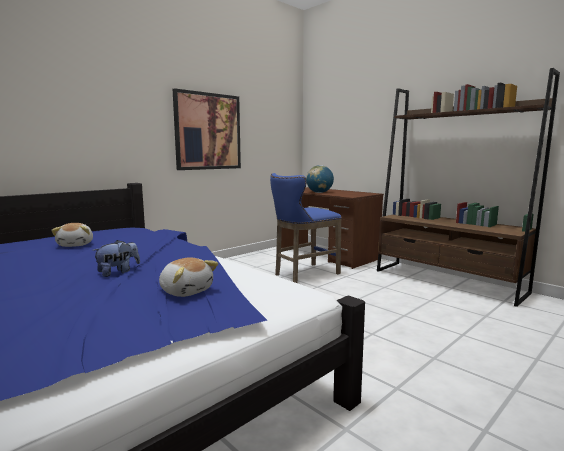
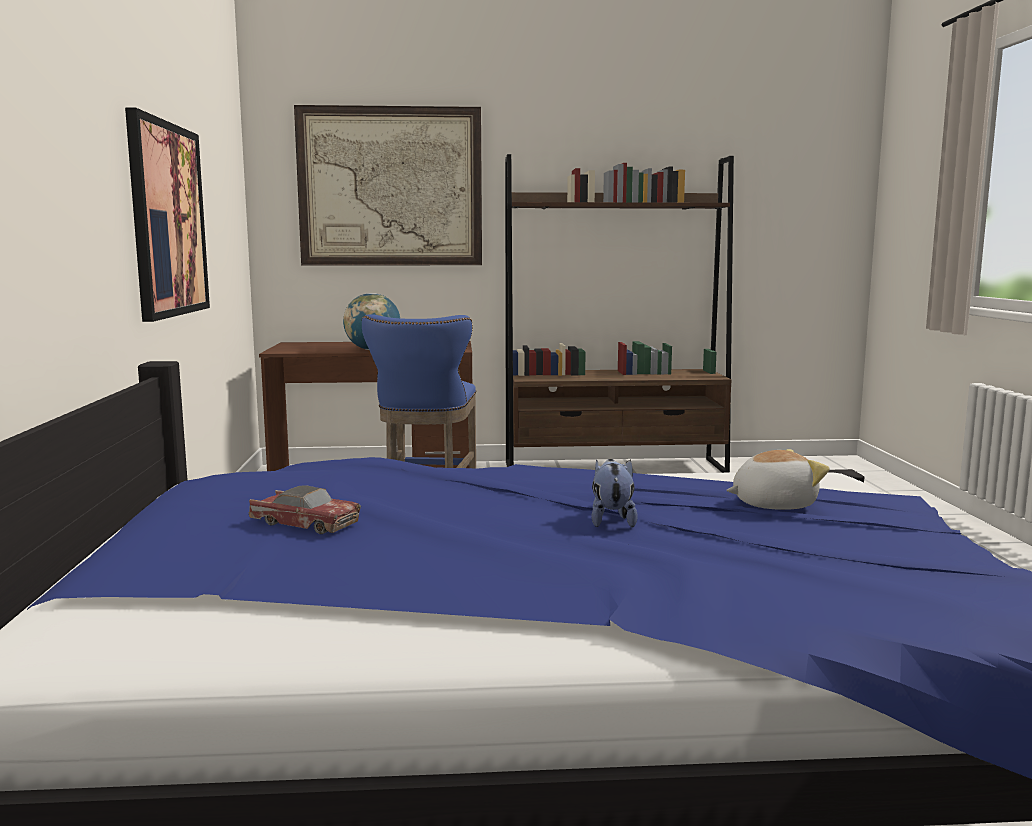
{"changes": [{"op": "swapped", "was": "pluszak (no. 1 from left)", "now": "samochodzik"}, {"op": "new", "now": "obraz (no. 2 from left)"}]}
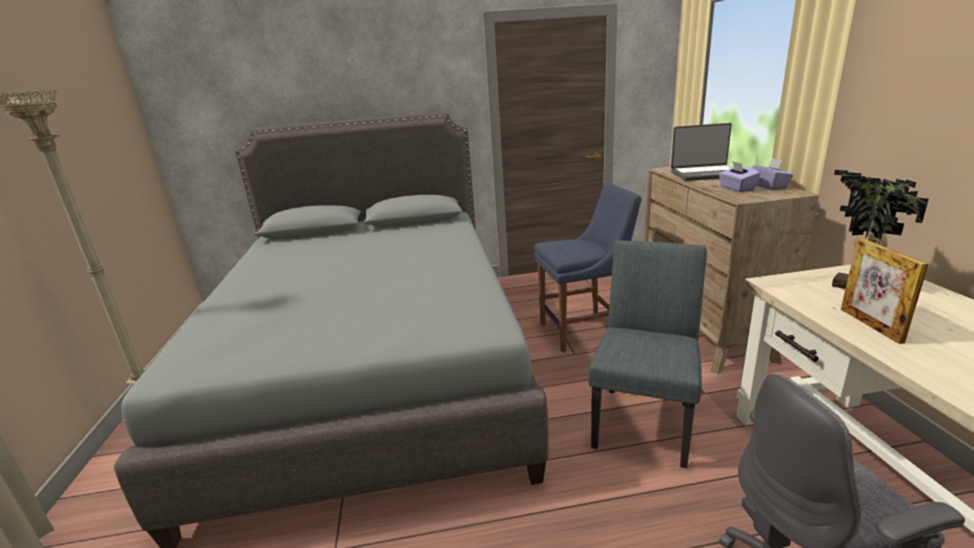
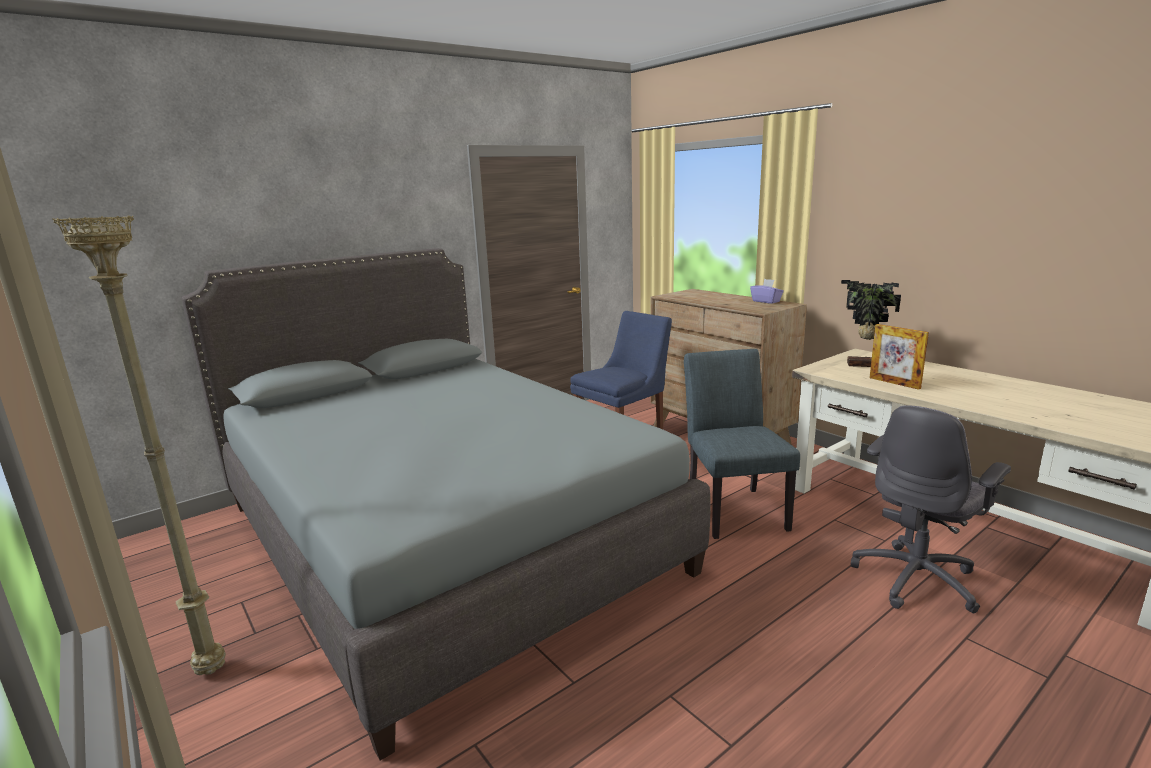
{"changes": [{"op": "gone", "was": "laptop"}, {"op": "gone", "was": "pudełko chusteczek (fioletowy) (no. 1 from left)"}]}
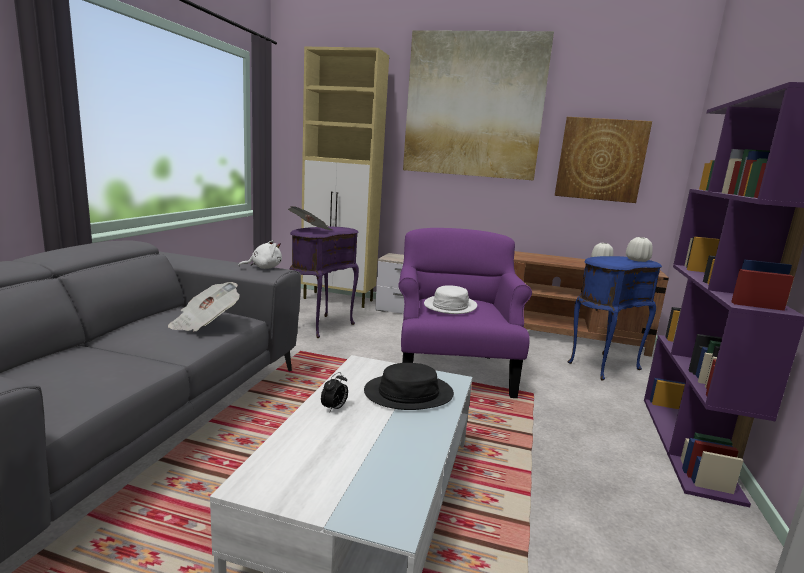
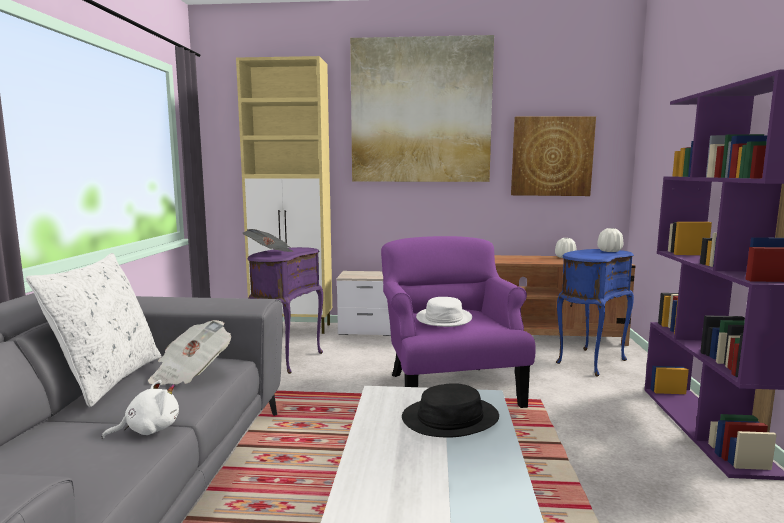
{"changes": [{"op": "shifted", "was": "pluszak (biały)"}, {"op": "gone", "was": "budzik"}, {"op": "new", "now": "poduszka (biały)"}]}
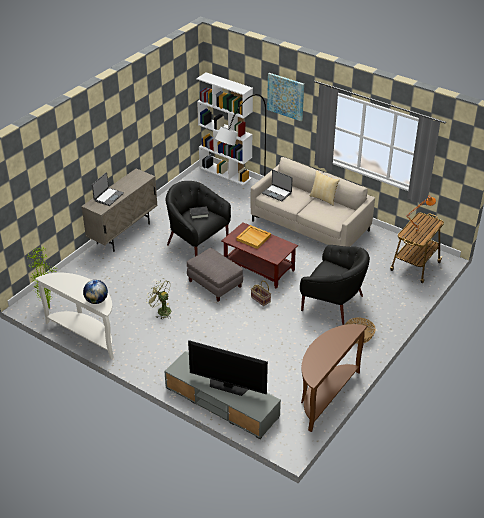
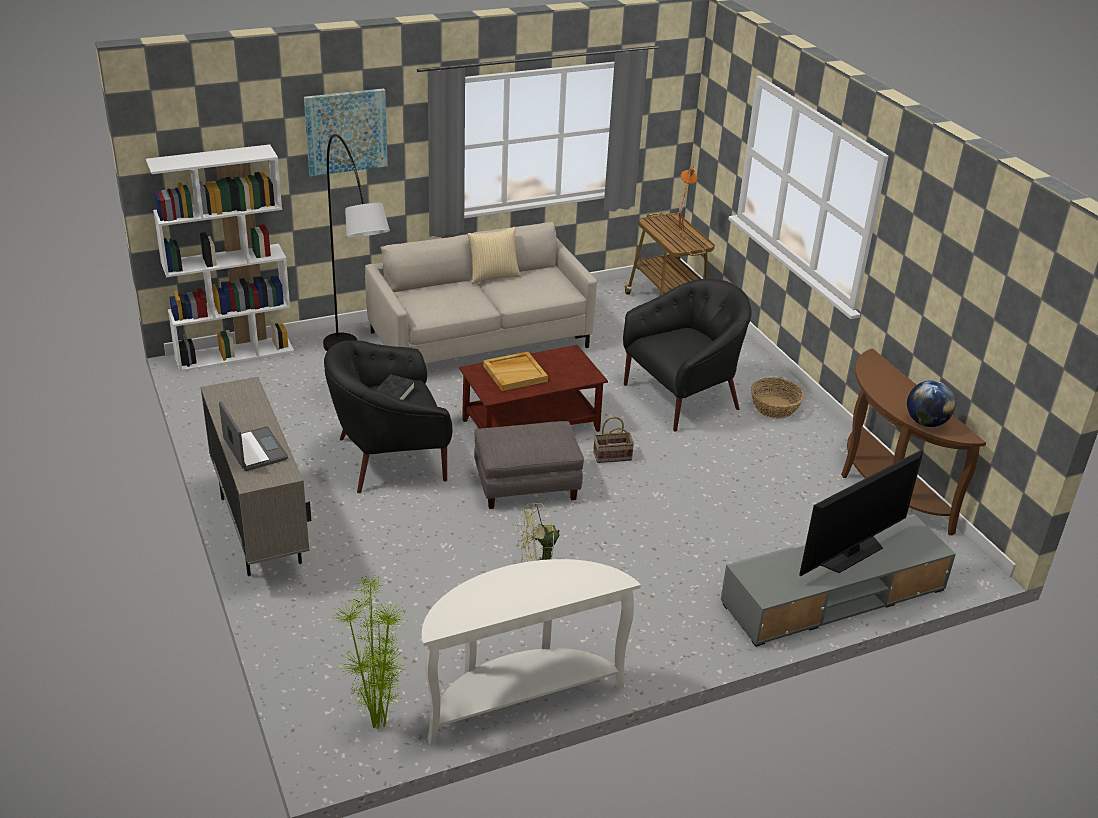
{"changes": [{"op": "gone", "was": "laptop (no. 2 from left)"}, {"op": "shifted", "was": "globus"}]}
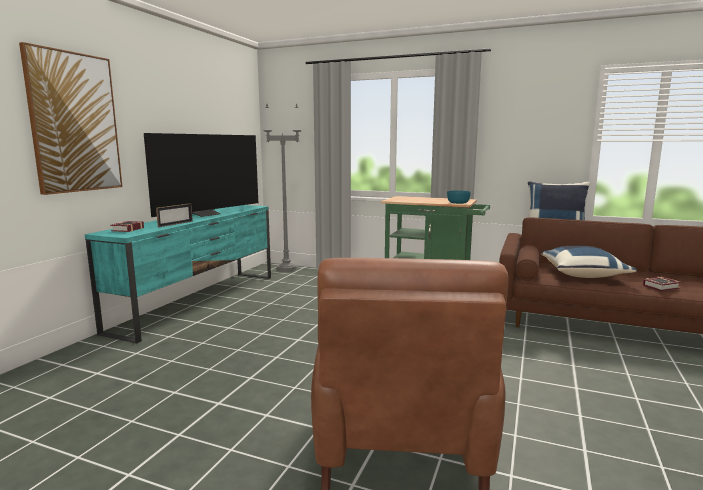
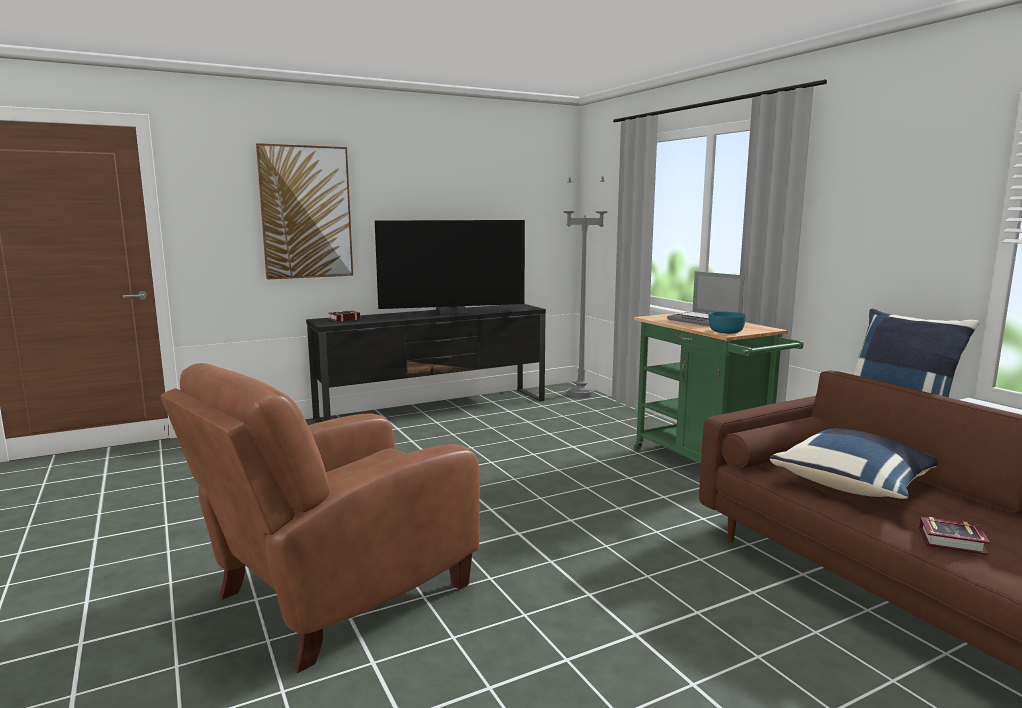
{"changes": [{"op": "gone", "was": "ramka na zdjęcie"}, {"op": "repainted", "was": "szafka pod telewizor (turkusowy)", "now": "szafka pod telewizor (czarny)"}, {"op": "new", "now": "laptop"}]}
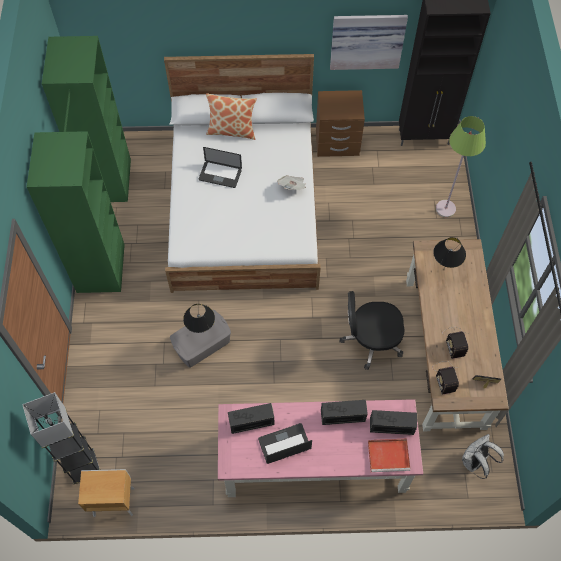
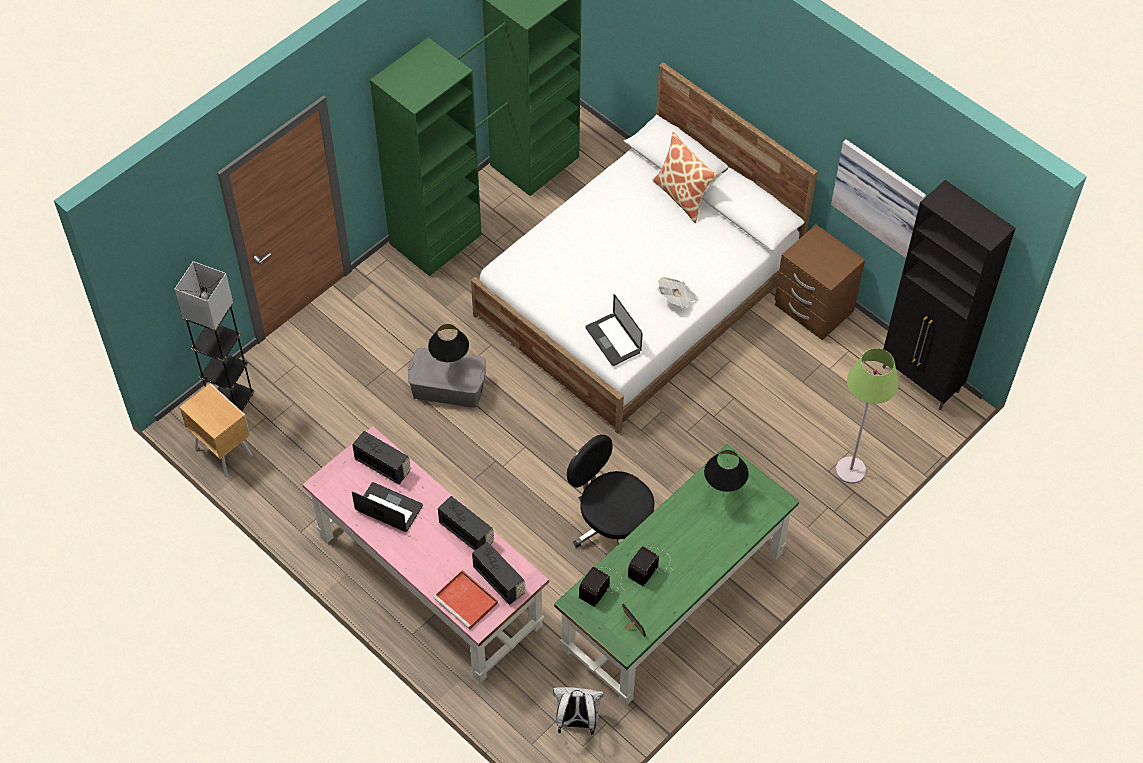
{"changes": [{"op": "shifted", "was": "laptop (no. 1 from left in the first image)", "now": "laptop (no. 2 from left)"}, {"op": "repainted", "was": "biurko (brązowy)", "now": "biurko (zielony)"}]}
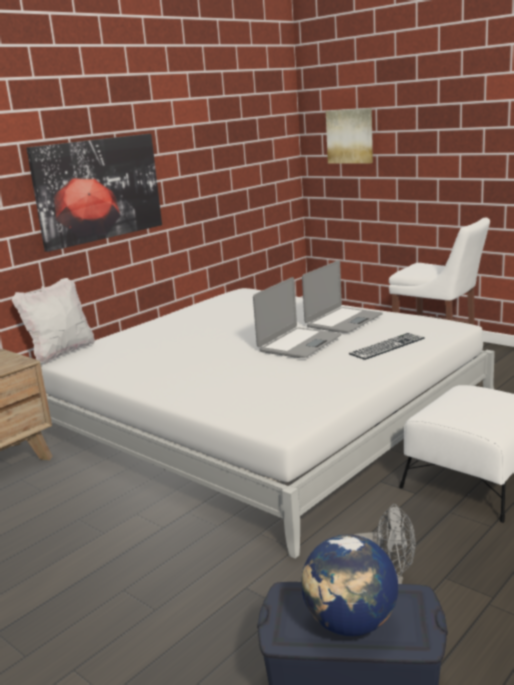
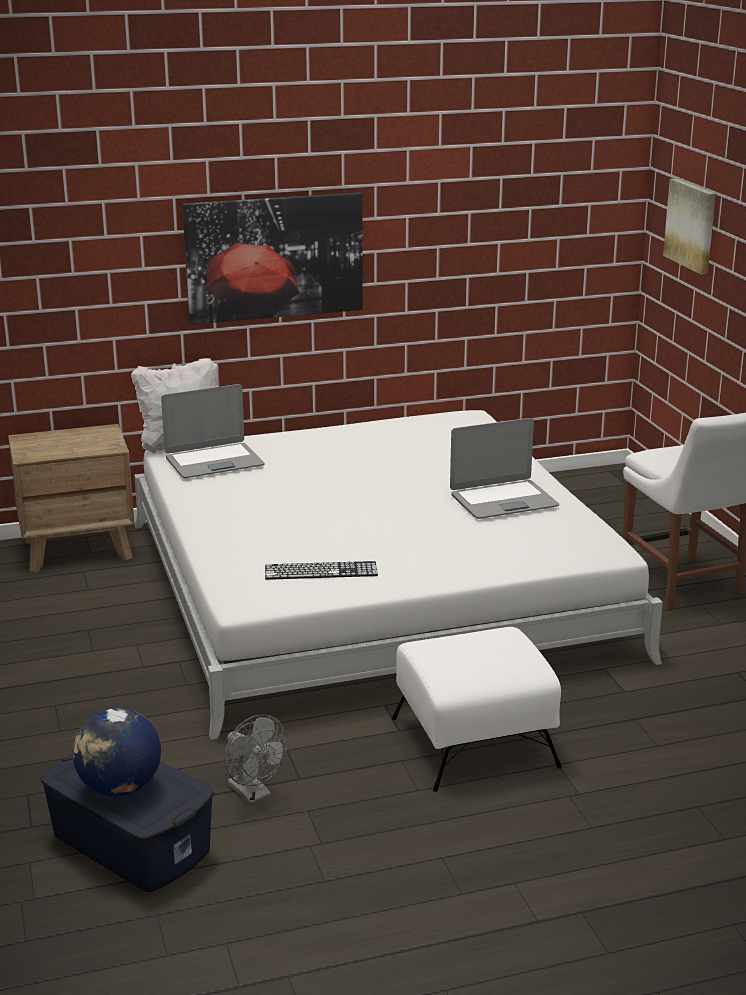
{"changes": [{"op": "shifted", "was": "laptop (no. 1 from left)"}, {"op": "shifted", "was": "klawiatura"}]}
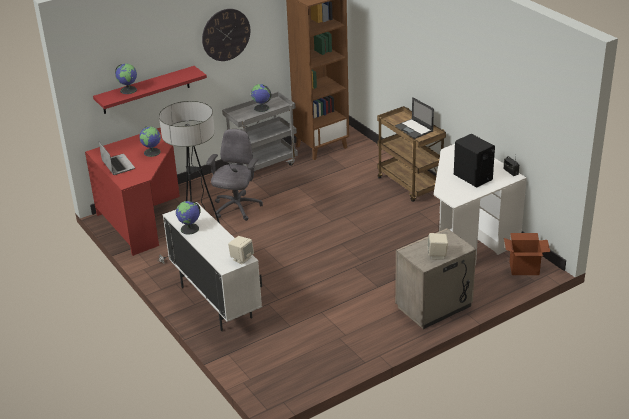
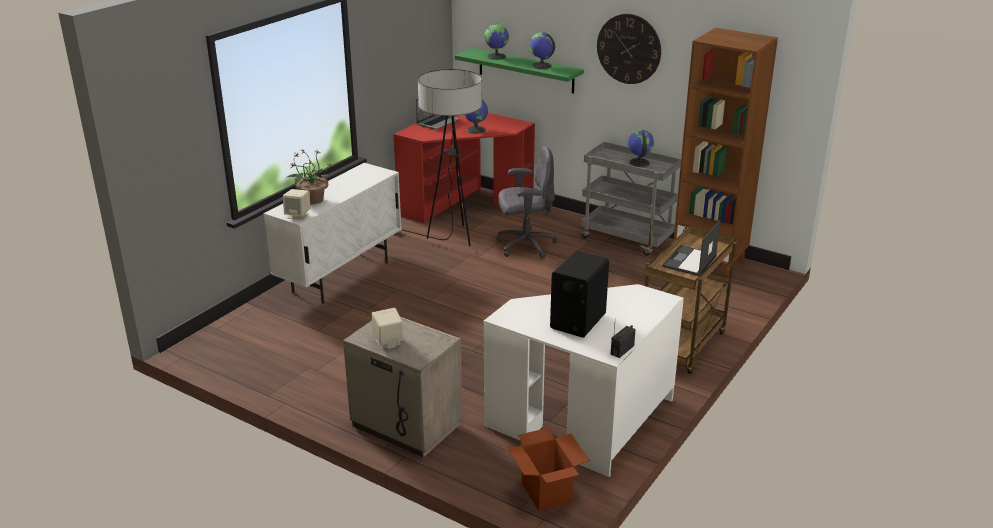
{"changes": [{"op": "repainted", "was": "półka (czerwony)", "now": "półka (zielony)"}, {"op": "shifted", "was": "globus (no. 3 from left)"}, {"op": "new", "now": "roślina doniczkowa"}]}
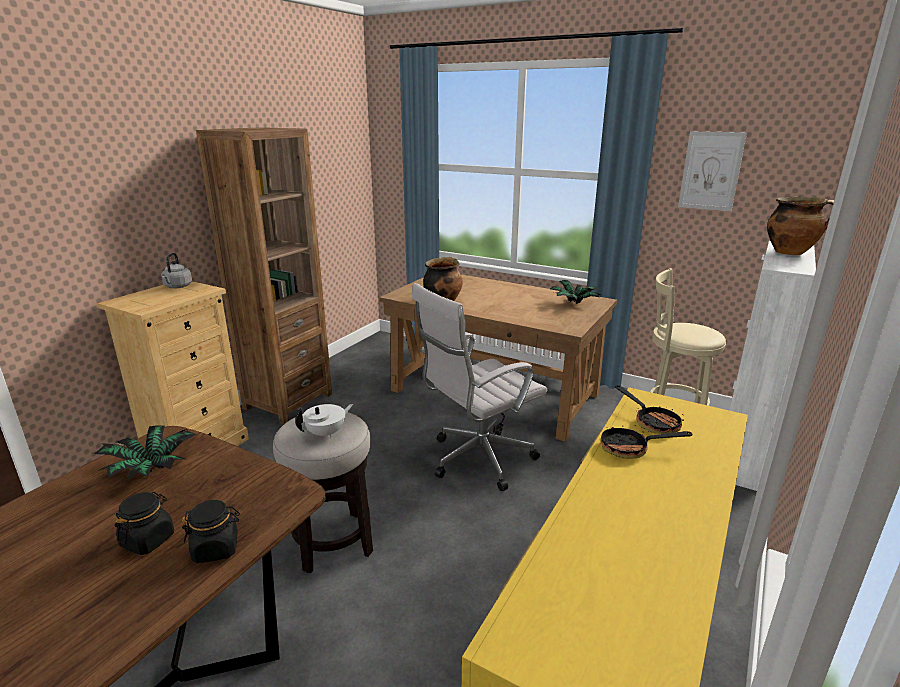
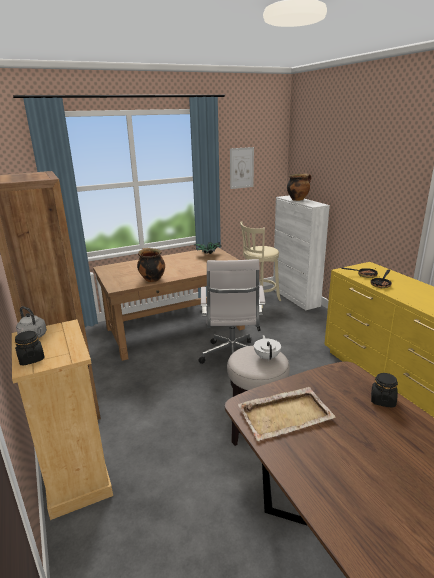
{"changes": [{"op": "swapped", "was": "roślina doniczkowa (no. 1 from left)", "now": "taca (beżowy)"}, {"op": "shifted", "was": "słoik (czarny) (no. 1 from left)"}]}
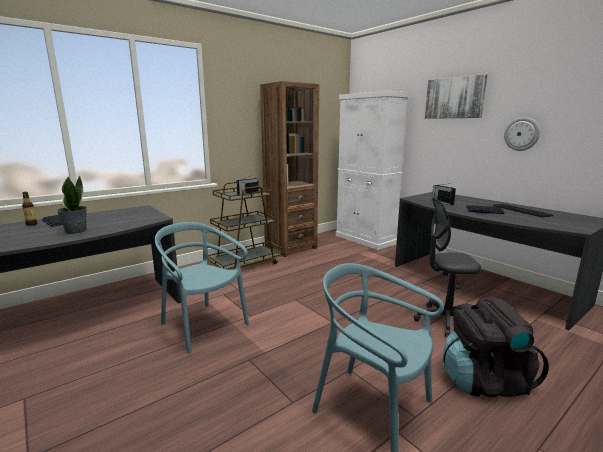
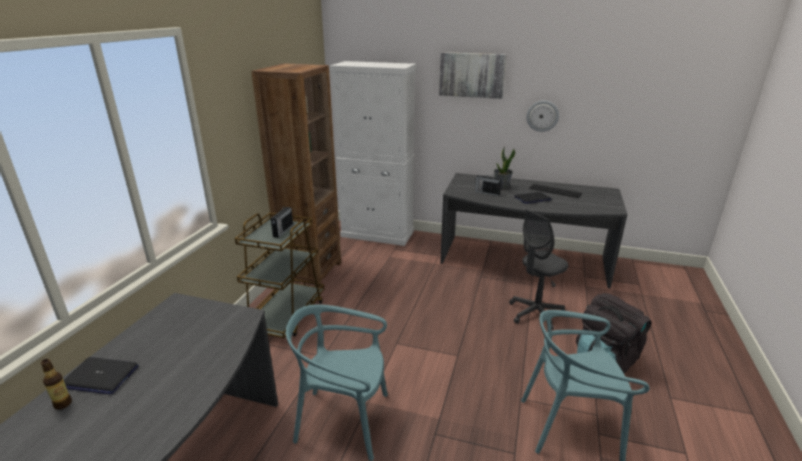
{"changes": [{"op": "shifted", "was": "roślina doniczkowa"}]}
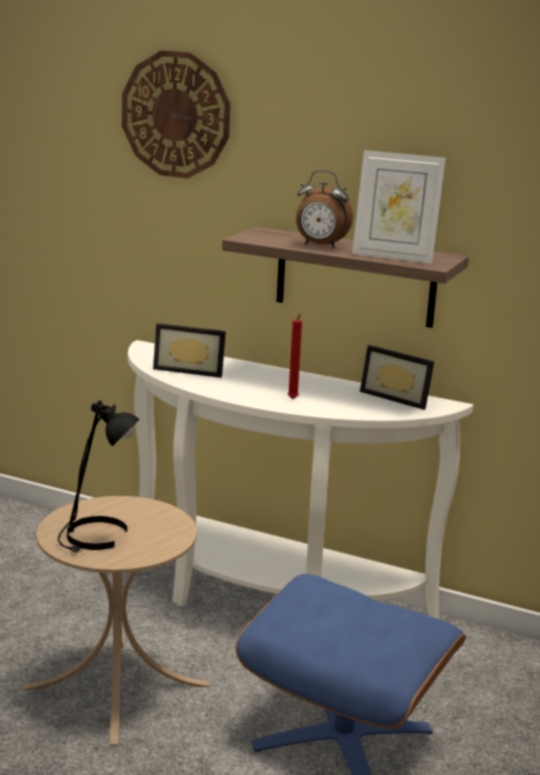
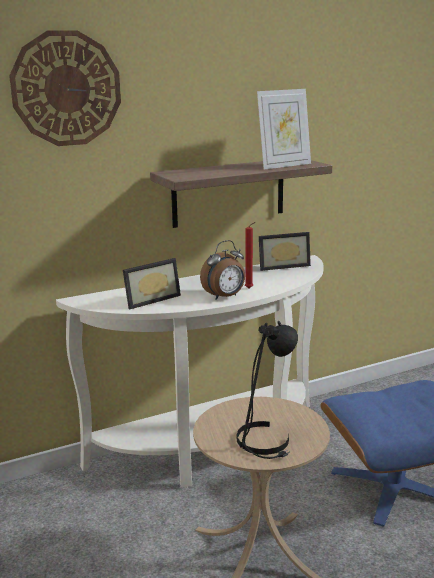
{"changes": [{"op": "shifted", "was": "budzik"}]}
